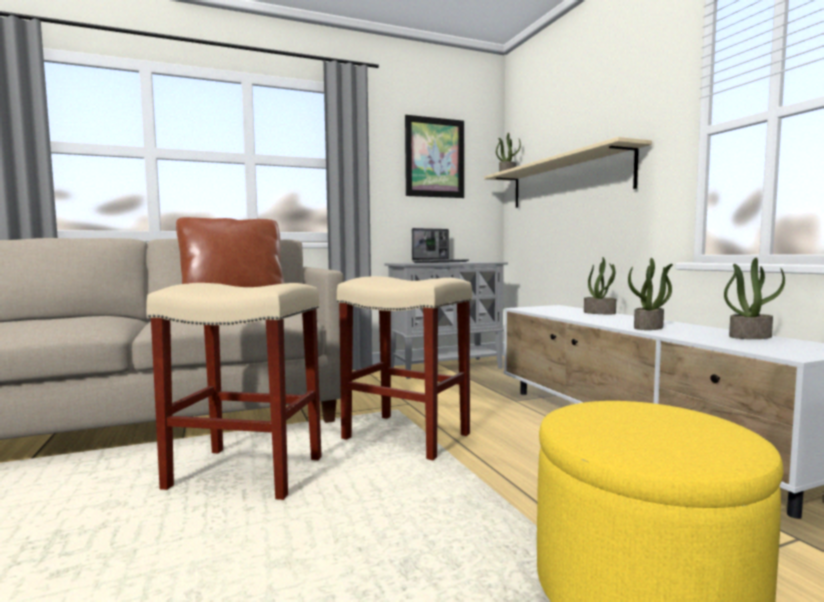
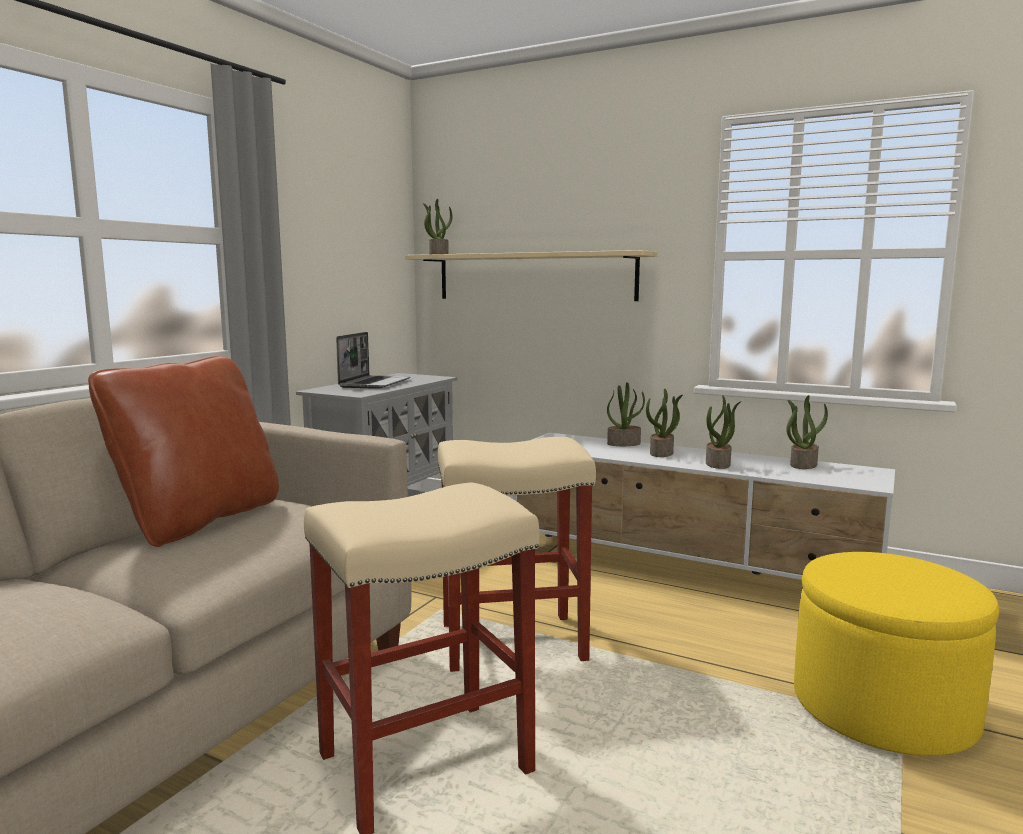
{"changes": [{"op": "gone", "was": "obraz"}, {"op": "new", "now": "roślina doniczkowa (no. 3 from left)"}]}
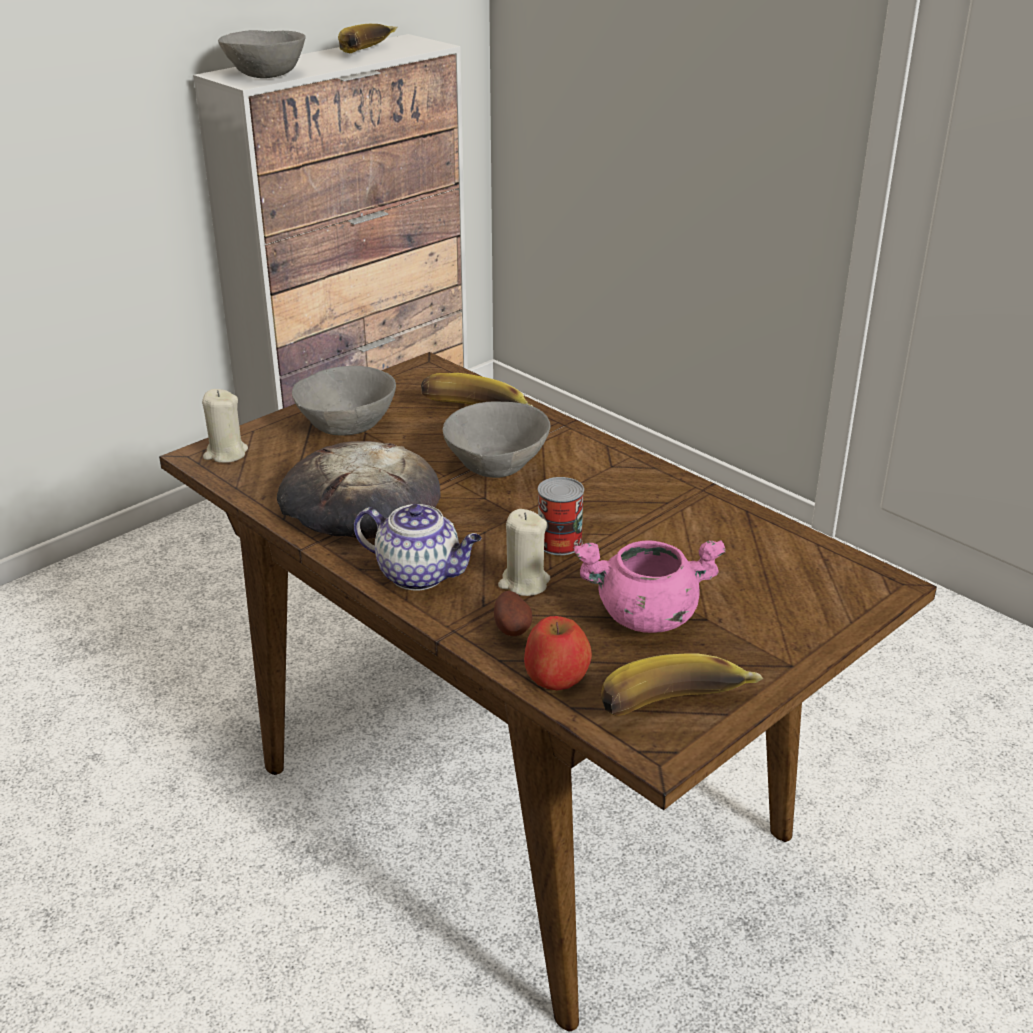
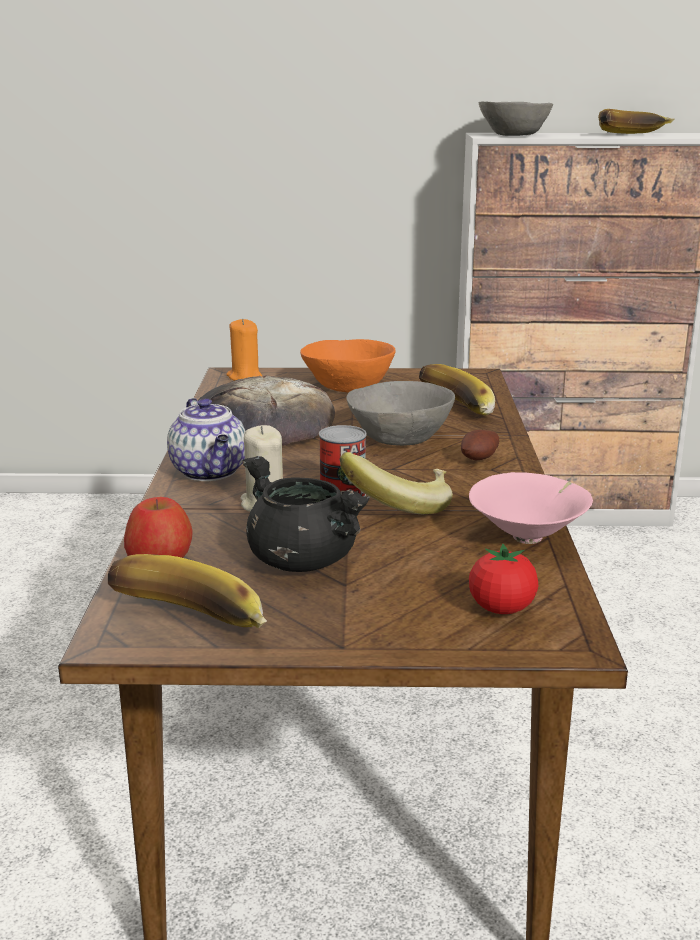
{"changes": [{"op": "repainted", "was": "miska (szary) (no. 2 from left)", "now": "miska (pomarańczowy)"}, {"op": "repainted", "was": "świeca (beżowy) (no. 1 from left)", "now": "świeca (pomarańczowy)"}, {"op": "repainted", "was": "garnek (różowy)", "now": "garnek (czarny)"}, {"op": "shifted", "was": "ziemniak"}, {"op": "new", "now": "banan (no. 2 from left)"}, {"op": "new", "now": "miska (różowy)"}, {"op": "new", "now": "pomidor"}]}
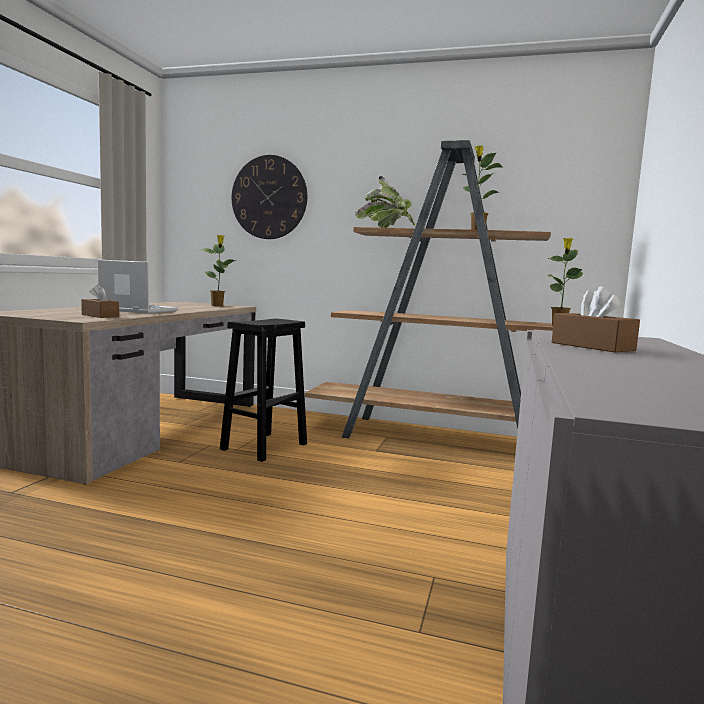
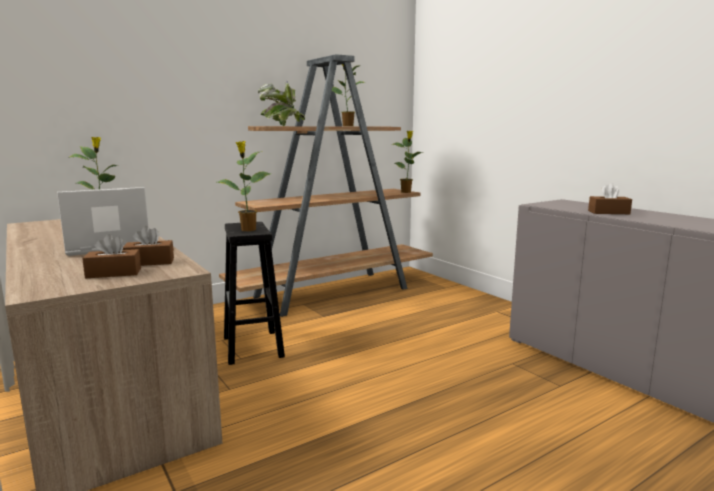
{"changes": [{"op": "gone", "was": "zegar ścienny"}, {"op": "new", "now": "roślina doniczkowa (no. 2 from left)"}, {"op": "new", "now": "pudełko chusteczek (brązowy) (no. 1 from left)"}]}
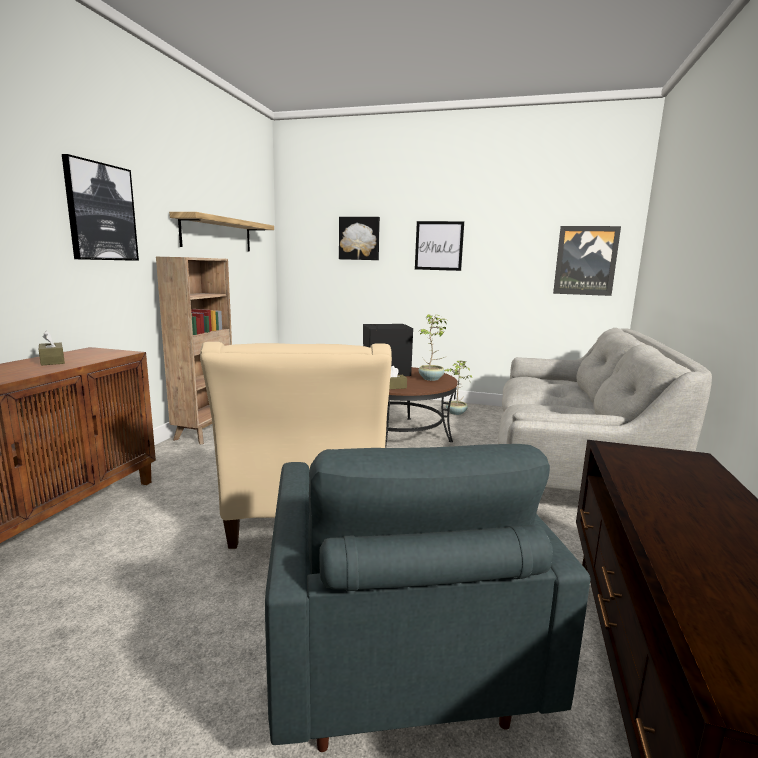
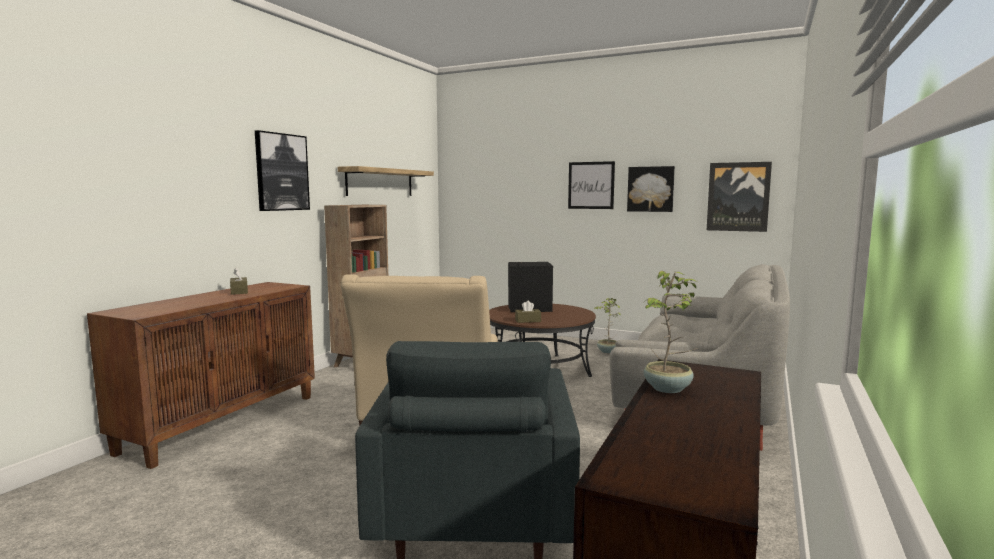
{"changes": [{"op": "shifted", "was": "obraz (no. 2 from left in the first image)", "now": "obraz (no. 3 from left)"}, {"op": "shifted", "was": "roślina doniczkowa (no. 1 from left in the first image)", "now": "roślina doniczkowa (no. 2 from left)"}]}
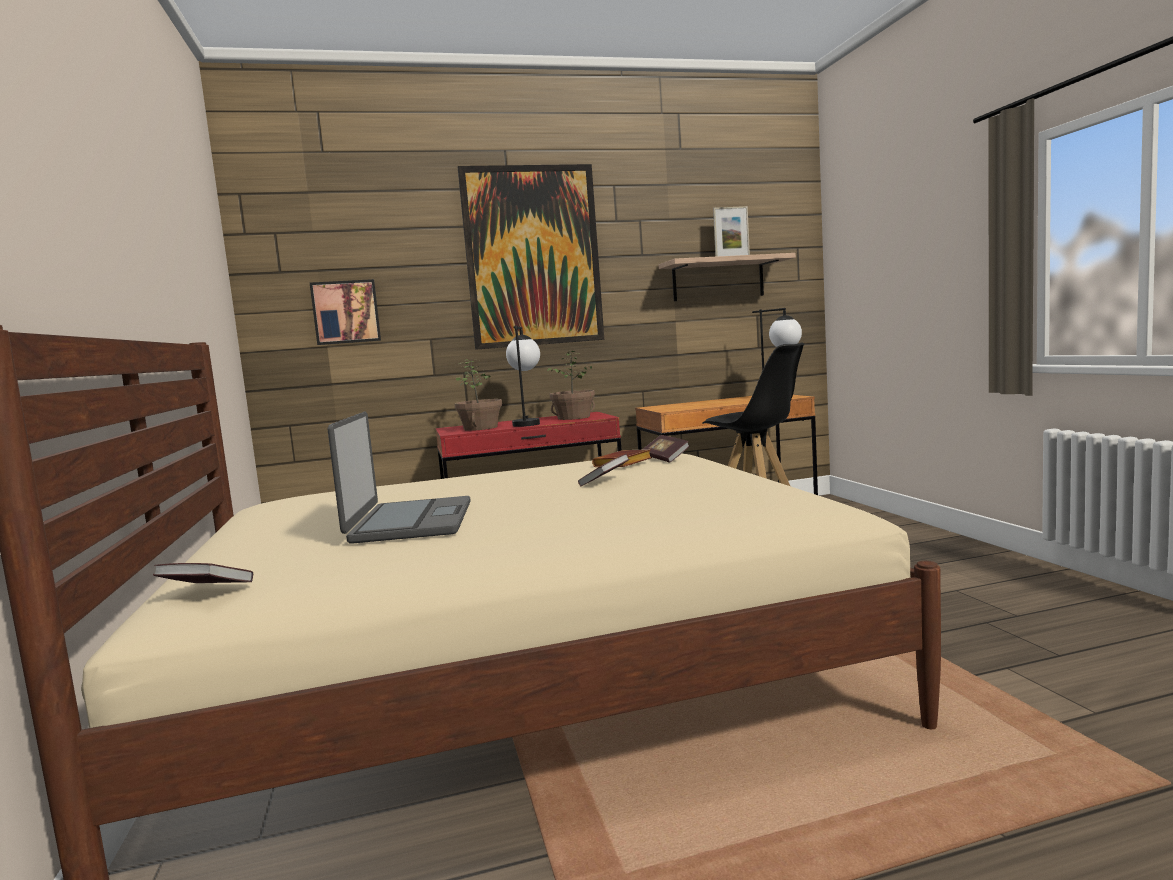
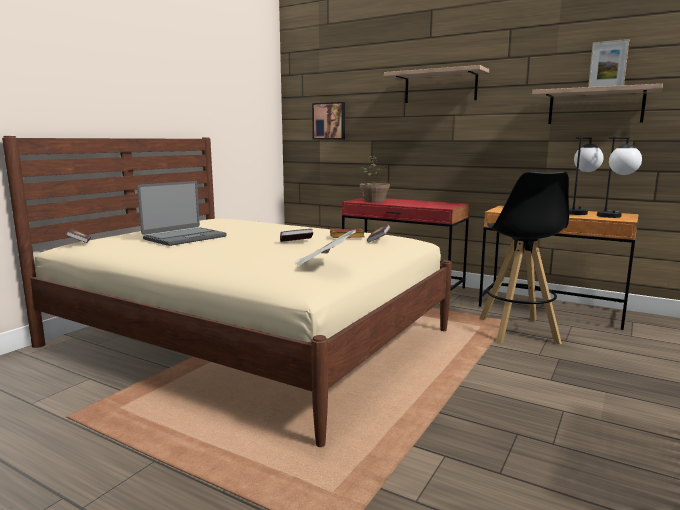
{"changes": [{"op": "swapped", "was": "obraz (no. 2 from left)", "now": "półka (no. 1 from left)"}, {"op": "shifted", "was": "lampa stołowa (no. 1 from left)"}, {"op": "gone", "was": "roślina doniczkowa (no. 2 from left)"}, {"op": "new", "now": "gazeta"}]}
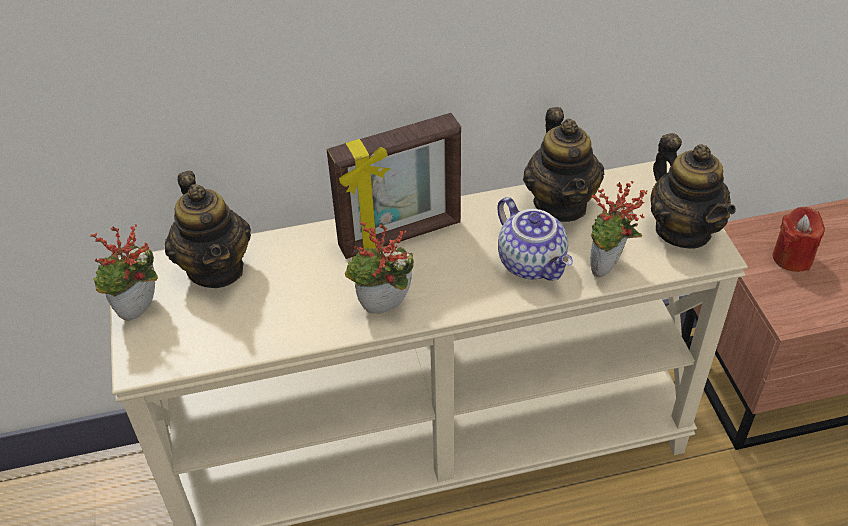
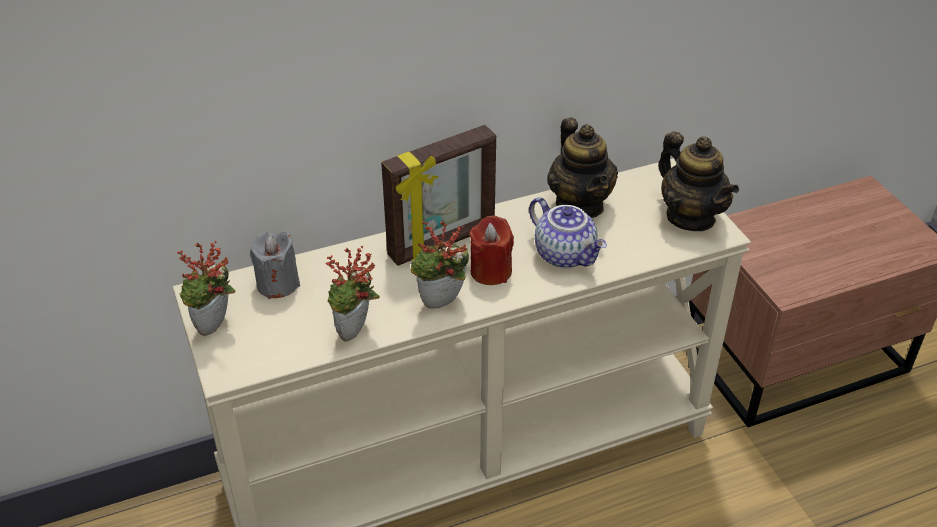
{"changes": [{"op": "swapped", "was": "imbryk (no. 1 from left)", "now": "świeca (szary)"}, {"op": "shifted", "was": "roślina doniczkowa (no. 3 from left in the first image)", "now": "roślina doniczkowa (no. 2 from left)"}, {"op": "shifted", "was": "świeca (czerwony)"}]}
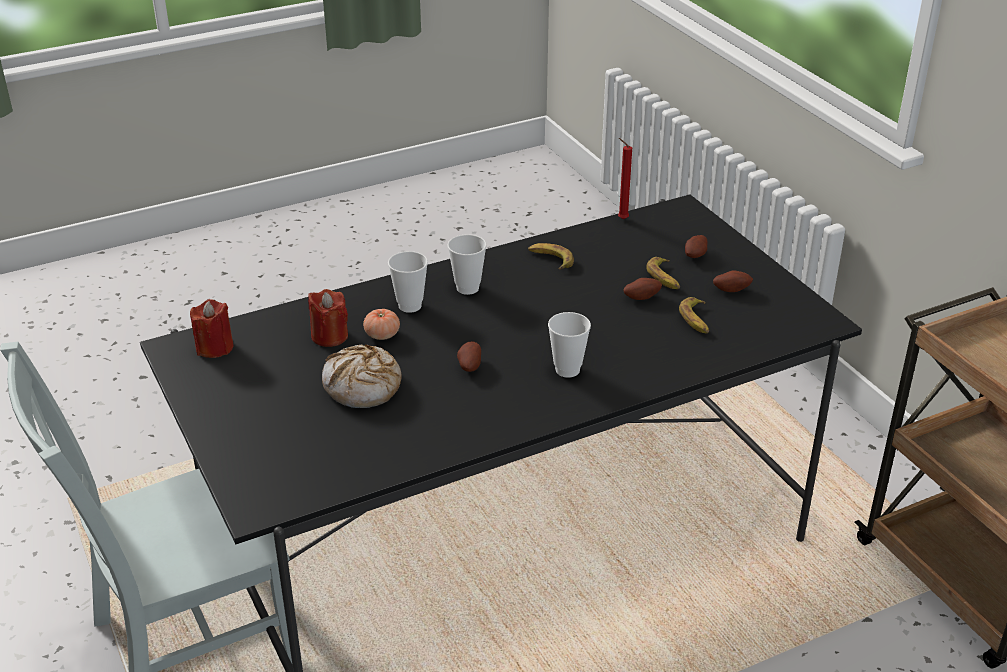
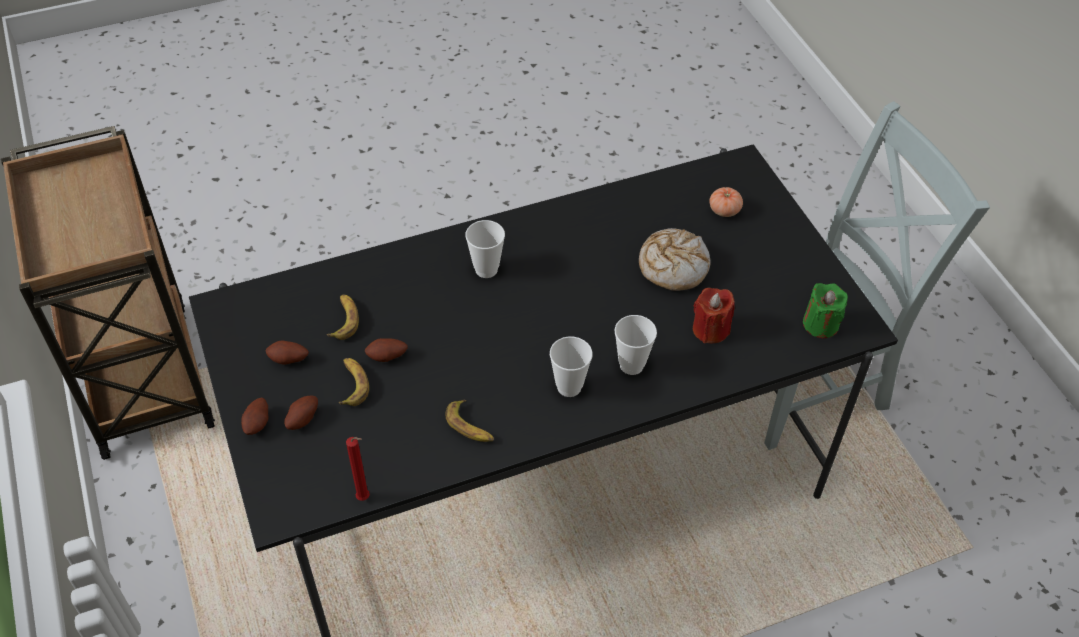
{"changes": [{"op": "repainted", "was": "świeca (czerwony) (no. 1 from left)", "now": "świeca (zielony)"}, {"op": "shifted", "was": "pomidor"}, {"op": "shifted", "was": "ziemniak (no. 1 from left)"}]}
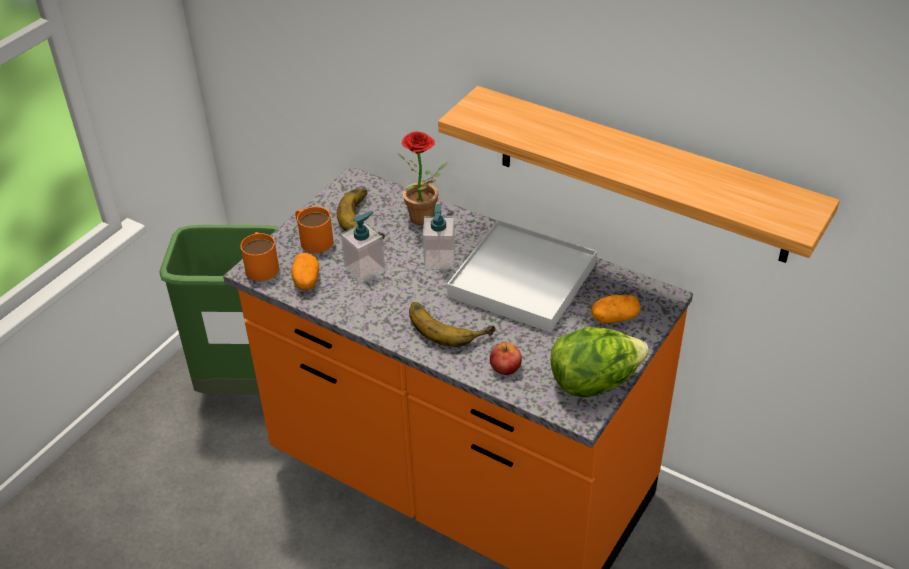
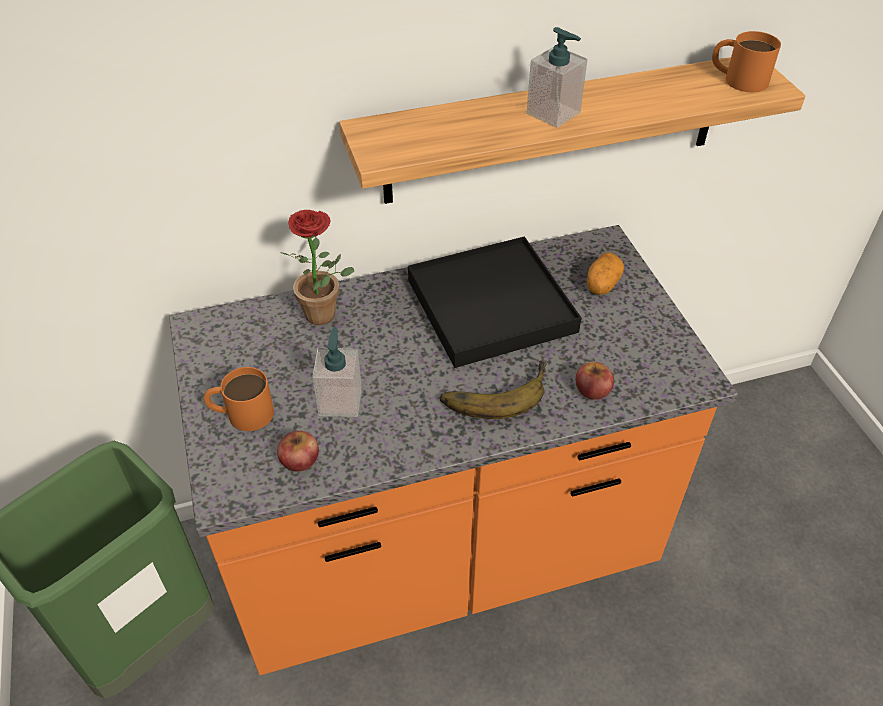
{"changes": [{"op": "gone", "was": "banan (no. 1 from left)"}, {"op": "shifted", "was": "dozownik mydła (no. 2 from left)"}, {"op": "repainted", "was": "taca (biały)", "now": "taca (czarny)"}, {"op": "shifted", "was": "kubek (pomarańczowy) (no. 1 from left in the first image)", "now": "kubek (pomarańczowy) (no. 2 from left)"}, {"op": "swapped", "was": "ziemniak (no. 1 from left)", "now": "jabłko (no. 1 from left)"}, {"op": "gone", "was": "sałata"}]}
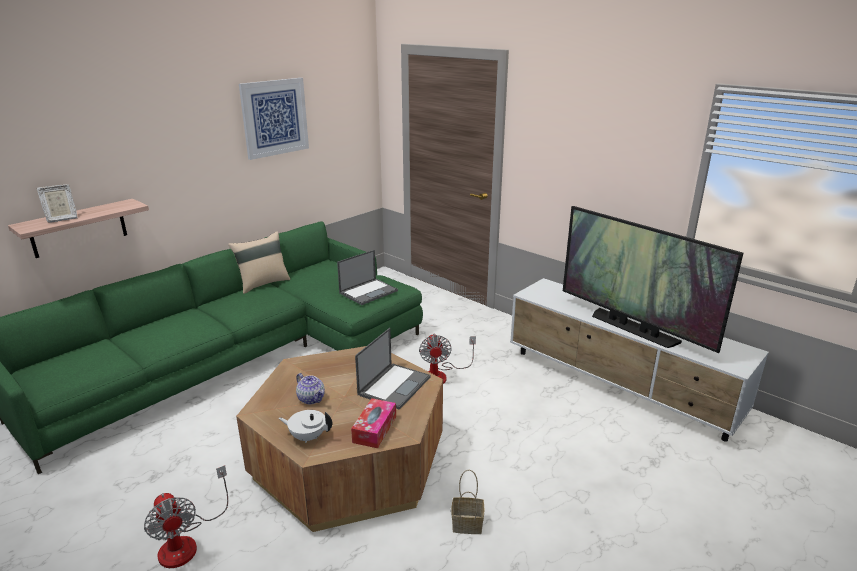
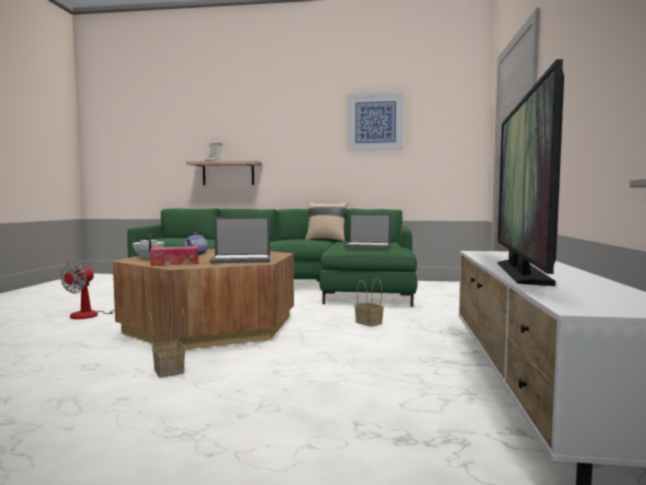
{"changes": [{"op": "swapped", "was": "wentylator (no. 2 from left)", "now": "koszyk (no. 2 from left)"}]}
